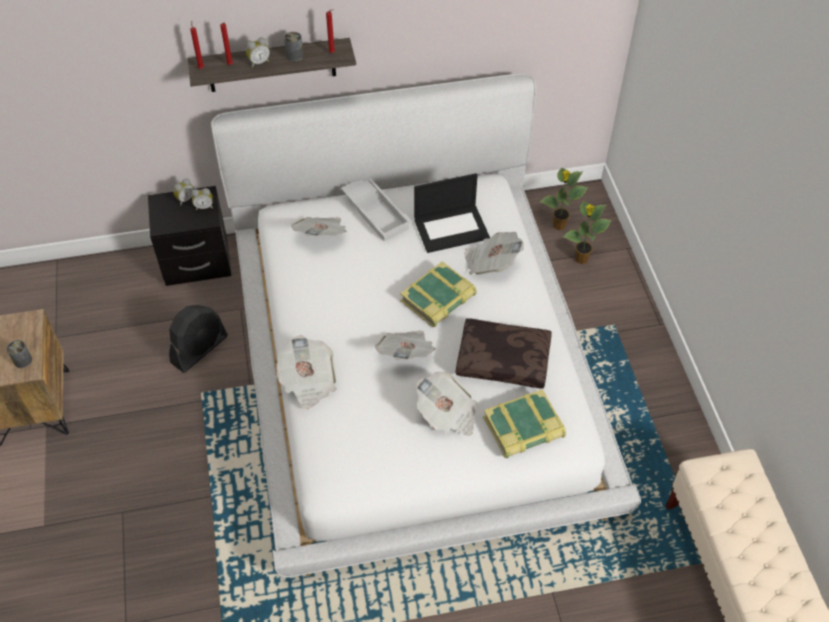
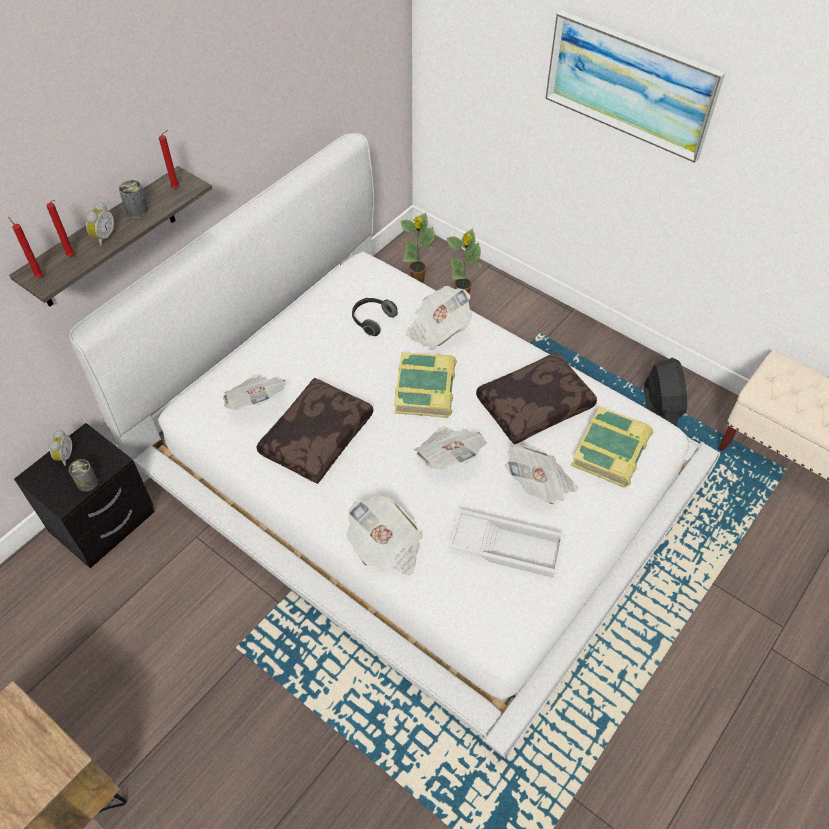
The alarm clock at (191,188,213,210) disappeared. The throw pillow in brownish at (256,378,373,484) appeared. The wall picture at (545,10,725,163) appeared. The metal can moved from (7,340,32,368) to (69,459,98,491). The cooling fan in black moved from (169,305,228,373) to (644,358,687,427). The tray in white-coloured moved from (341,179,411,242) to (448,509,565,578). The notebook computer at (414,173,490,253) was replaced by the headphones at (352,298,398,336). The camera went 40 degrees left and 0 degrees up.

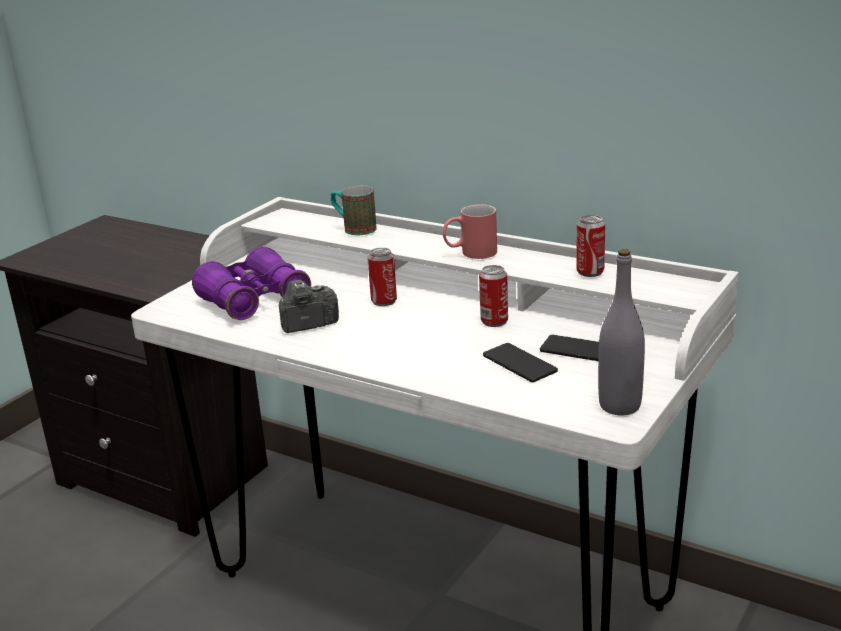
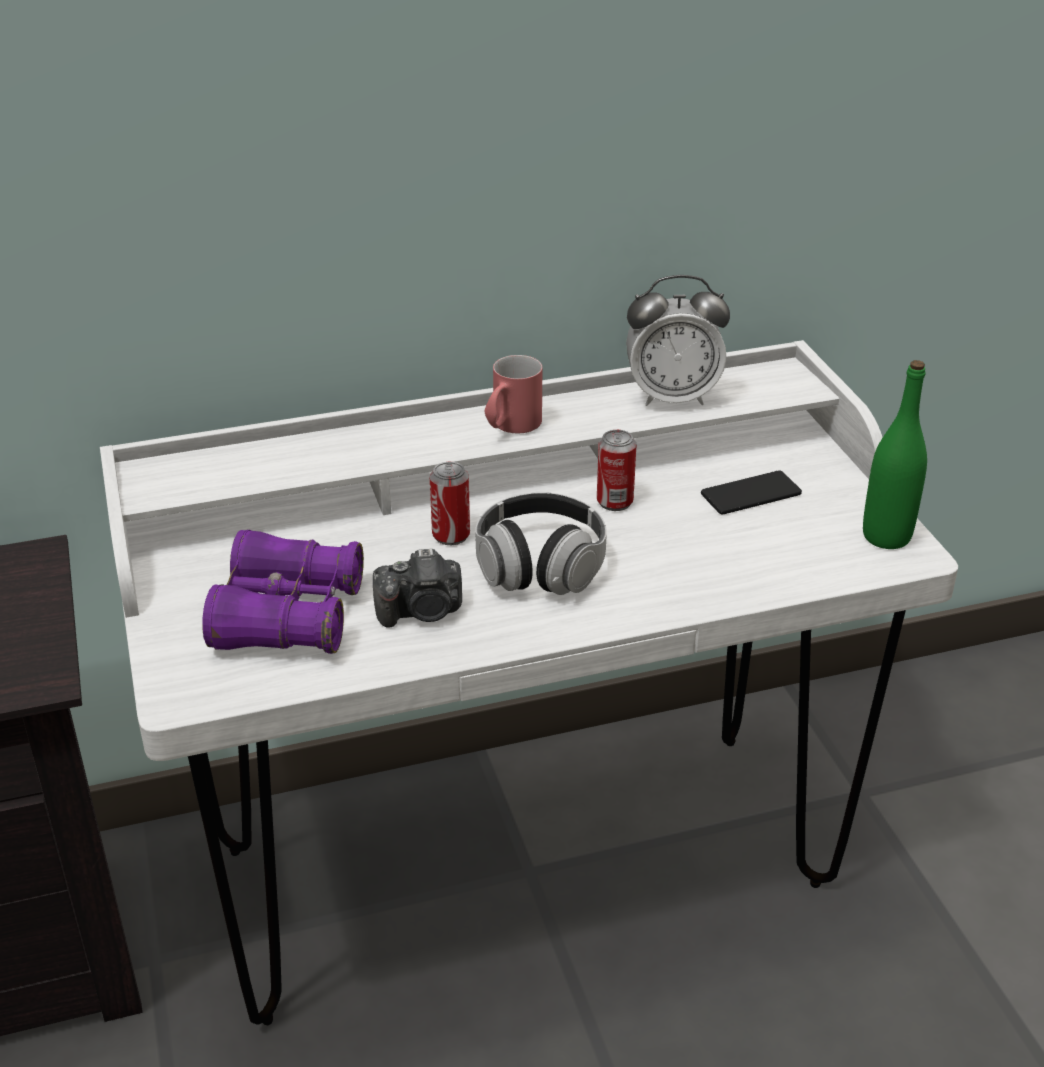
The mug at (331,185,377,235) disappeared. The handset at (483,343,558,382) disappeared. The headphones at (475,492,607,595) appeared. The metal can at (576,215,605,277) was replaced by the alarm clock at (626,275,730,406). The beverage bottle in greyish at (598,249,645,415) became the beverage bottle in greenish at (863,360,927,549). The still camera at (279,280,339,333) turned 120 degrees counterclockwise. The camera went 50 degrees left and 10 degrees up.

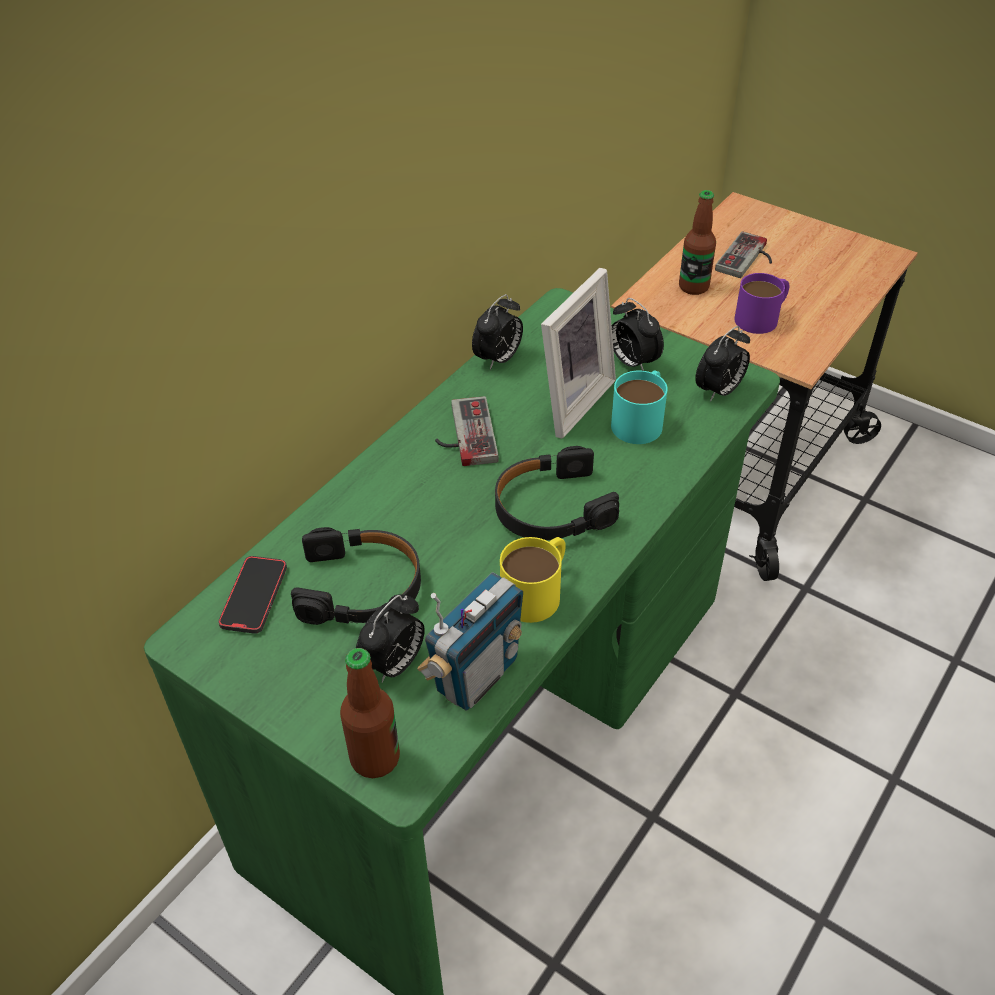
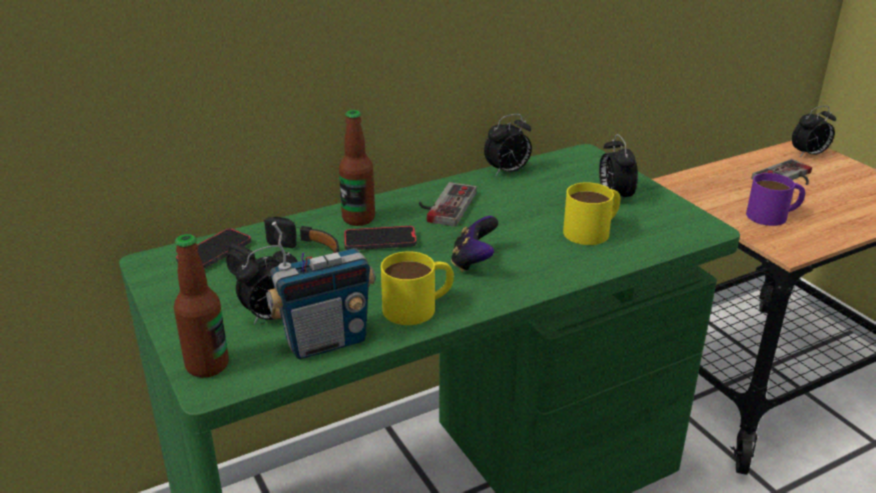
The standing frame at (541,268,616,439) disappeared. The handset at (344,226,417,250) appeared. The beverage bottle moved from (679,190,716,295) to (339,110,375,226). The alarm clock moved from (695,326,750,402) to (792,106,836,157). The headphones in black at (495,446,619,540) was replaced by the game controller at (451,216,498,272). The mug in turquoise at (611,371,668,444) became the mug in yellow at (563,182,621,245). The camera went 25 degrees right and 15 degrees down.

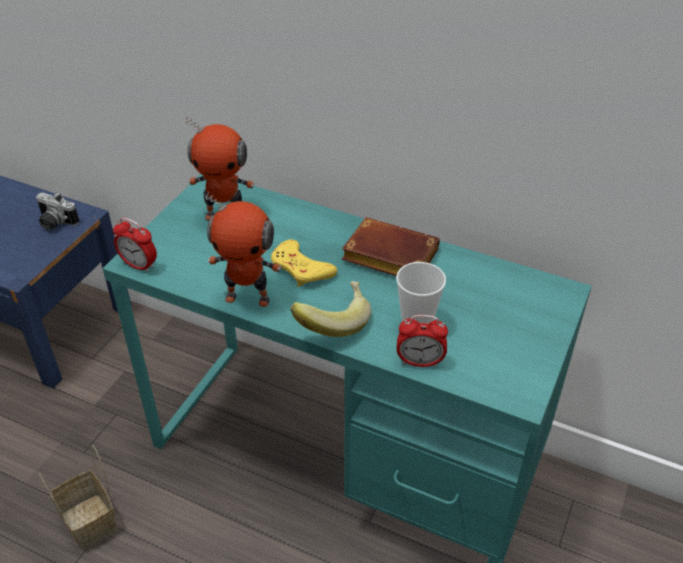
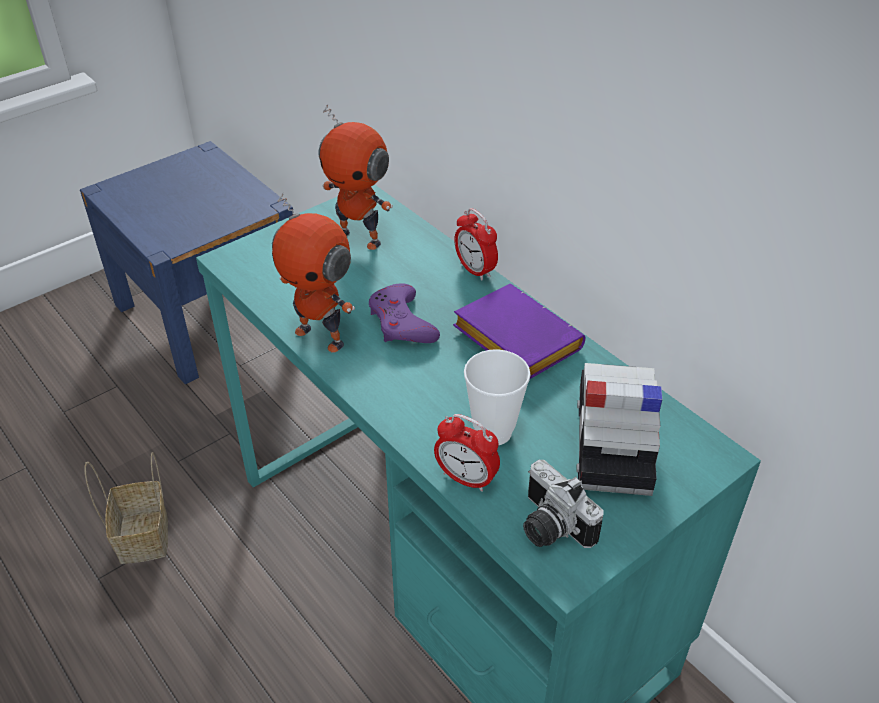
The banana fruit at (290,281,371,337) disappeared. The toy car at (576,363,662,496) appeared. The still camera moved from (36,192,79,230) to (523,460,603,548). The alarm clock moved from (113,218,157,273) to (454,208,498,281). The game controller in yellow at (271,240,337,287) became the game controller in purple at (369,283,440,343). The volume in brownish at (342,217,440,276) became the volume in purple at (453,284,586,379). The camera went 25 degrees right and 0 degrees up.

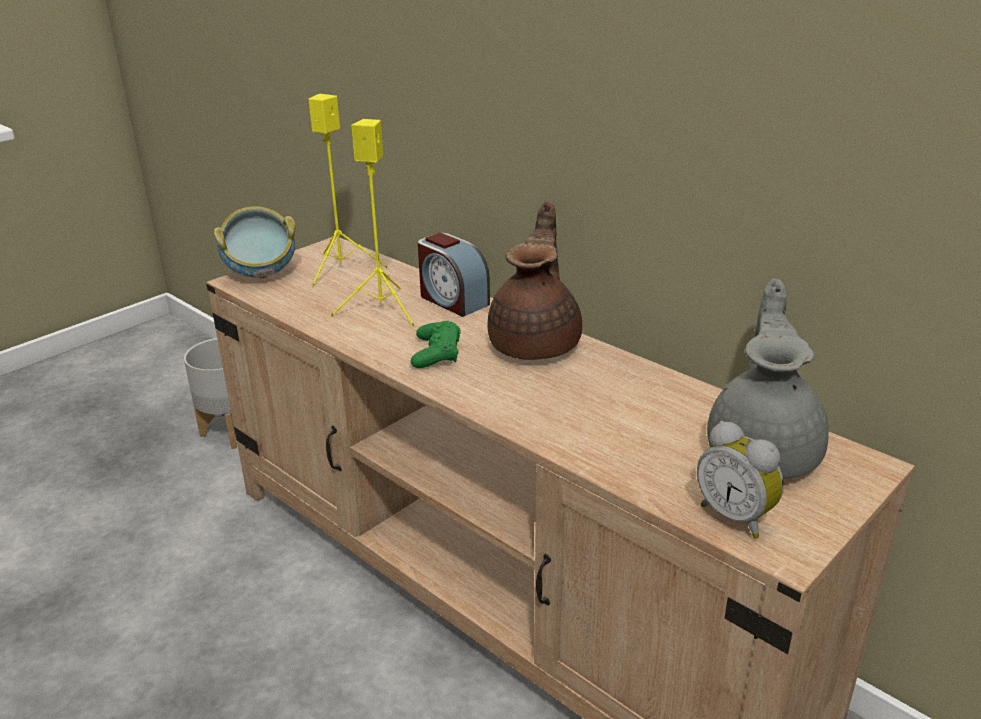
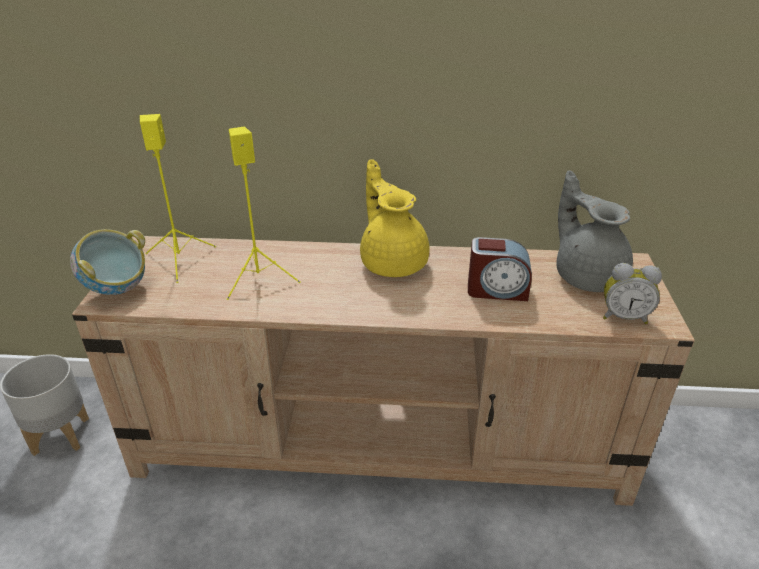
The game controller in greenish at (411,321,460,368) disappeared. The alarm clock moved from (418,233,490,317) to (468,237,532,301). The pot for tea in brownish at (488,201,582,360) became the pot for tea in yellow at (360,159,430,277). The camera went 40 degrees left and 5 degrees up.

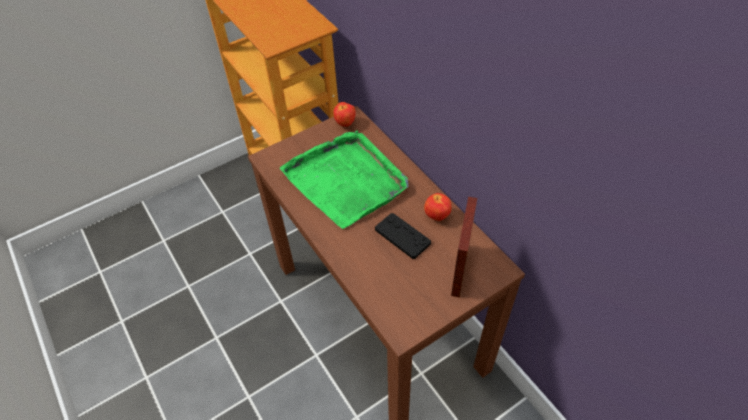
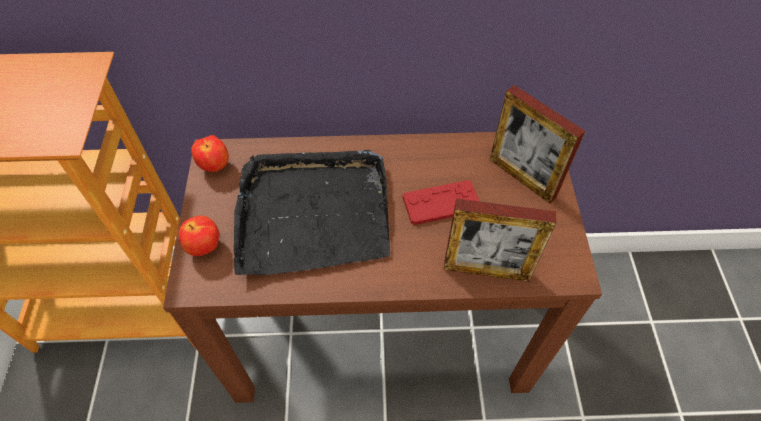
The standing frame at (444,199,556,282) appeared. The apple fruit moved from (424,193,451,221) to (179,216,219,256). The tray in greenish at (280,131,408,229) became the tray in black at (234,150,390,275). The game controller in black at (375,213,431,259) became the game controller in reddish at (403,180,479,225). The camera went 60 degrees left and 5 degrees up.

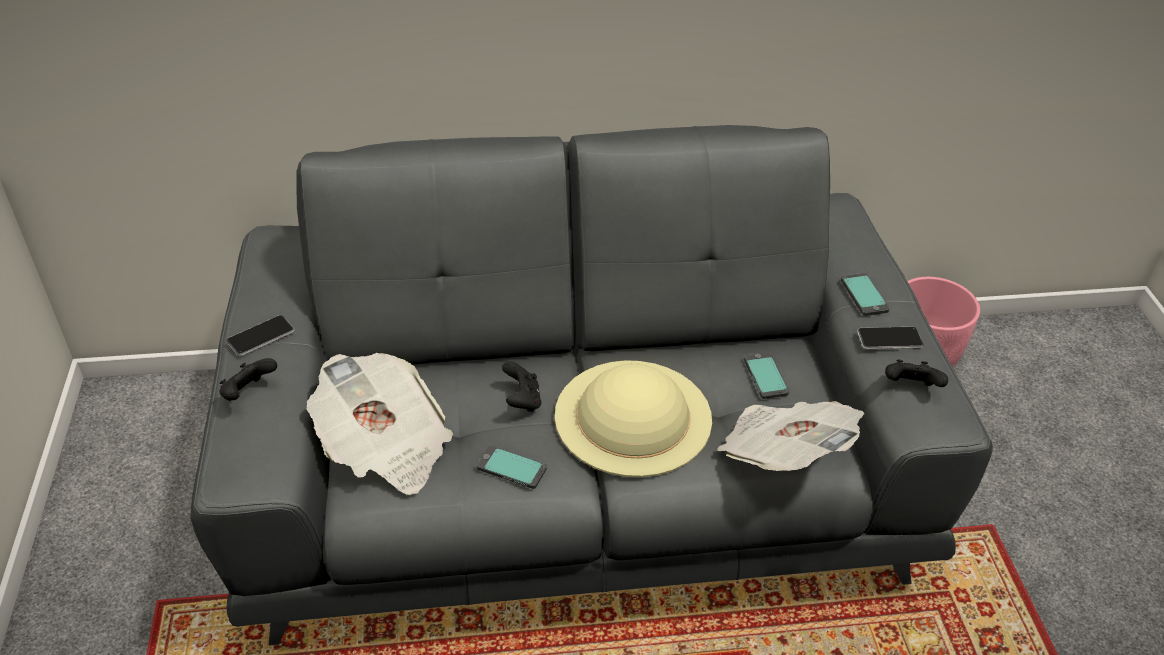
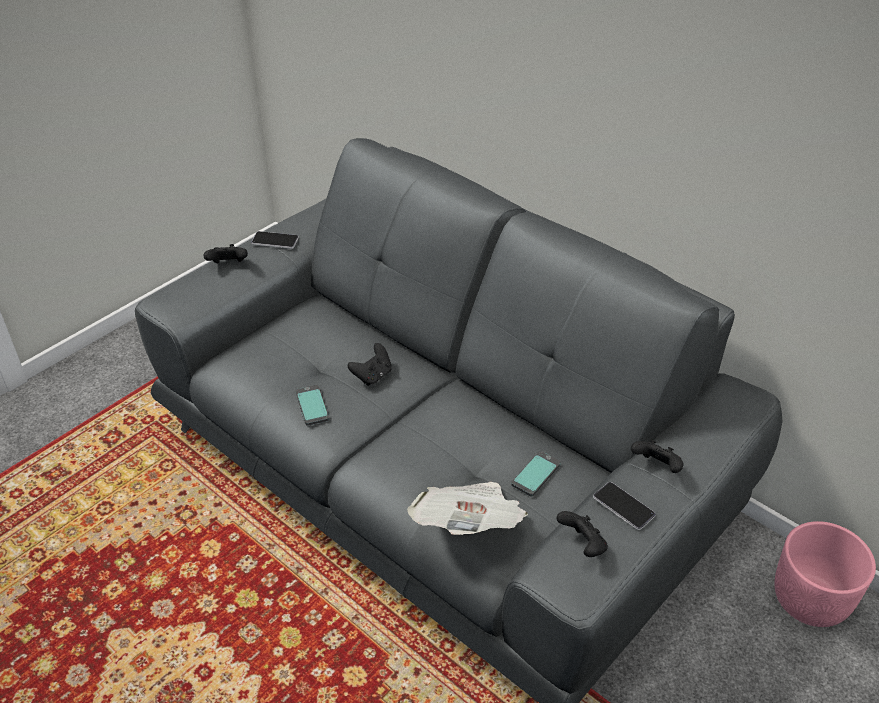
The daily paper at (307,353,453,495) disappeared. The clothing hat in sand-coloured at (555,360,712,477) disappeared. The handset at (841,273,890,316) was replaced by the game controller in black at (631,440,684,473). The camera went 50 degrees right and 0 degrees up.

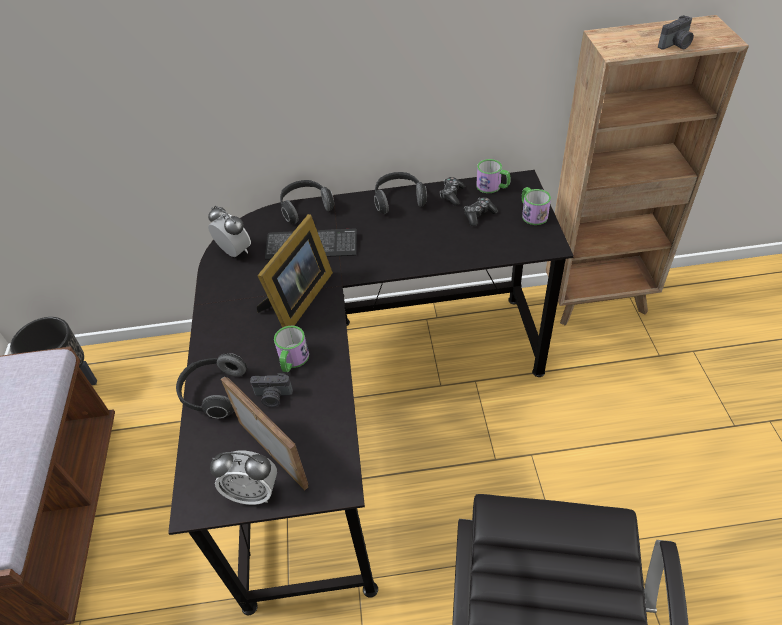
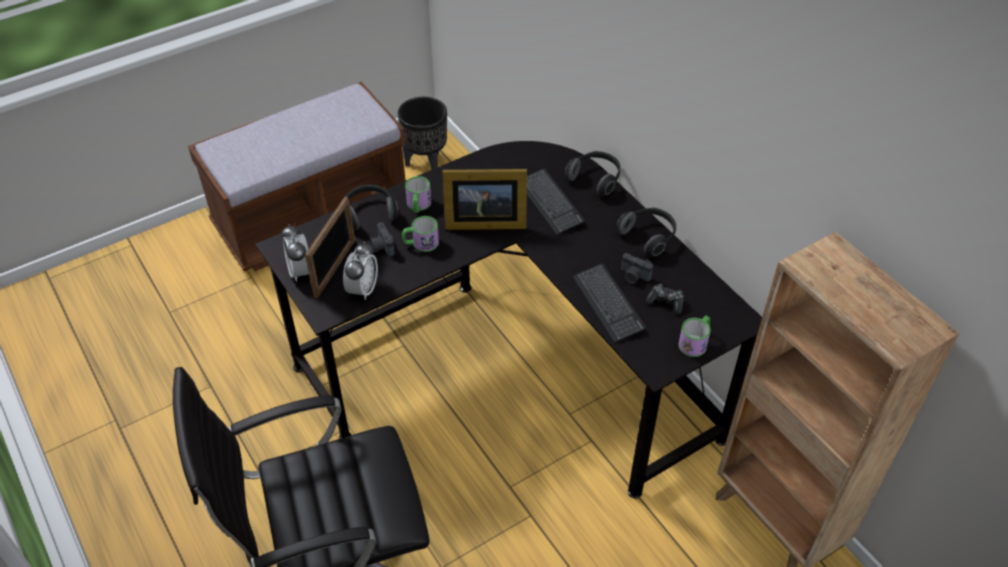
The game controller at (440,177,465,206) disappeared. The keyboard at (572,263,646,344) appeared. The alarm clock moved from (208,206,251,257) to (343,242,378,300). The mug moved from (477,159,510,193) to (405,176,431,213). The still camera moved from (658,15,694,50) to (621,253,653,284). The camera went 60 degrees right and 0 degrees up.

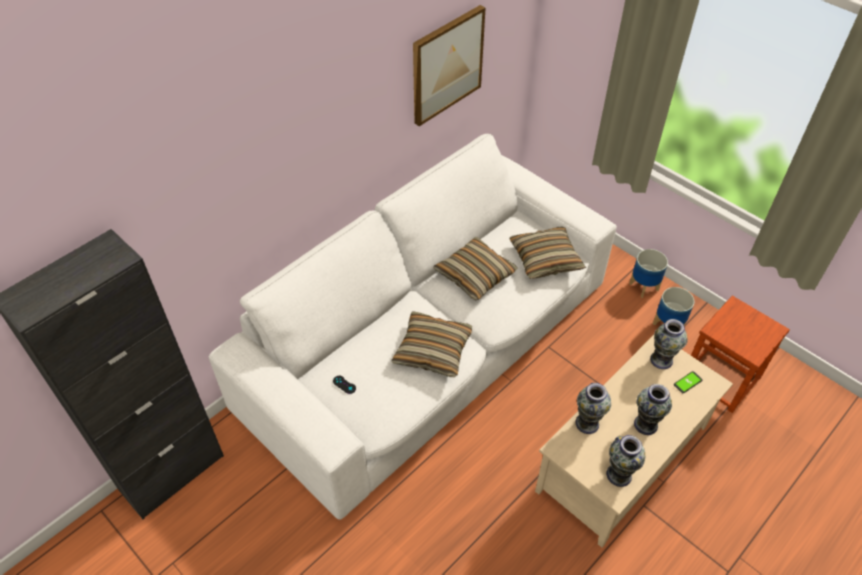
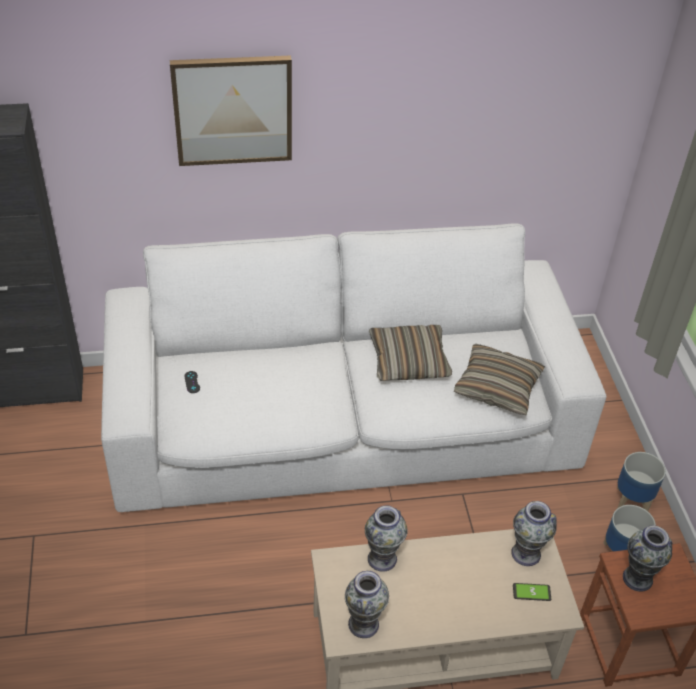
The throw pillow at (391,311,472,377) disappeared. The wall picture moved from (413,5,486,126) to (170,55,292,166). The flower vase moved from (634,384,672,435) to (623,525,672,591). The camera went 35 degrees right and 5 degrees down.

